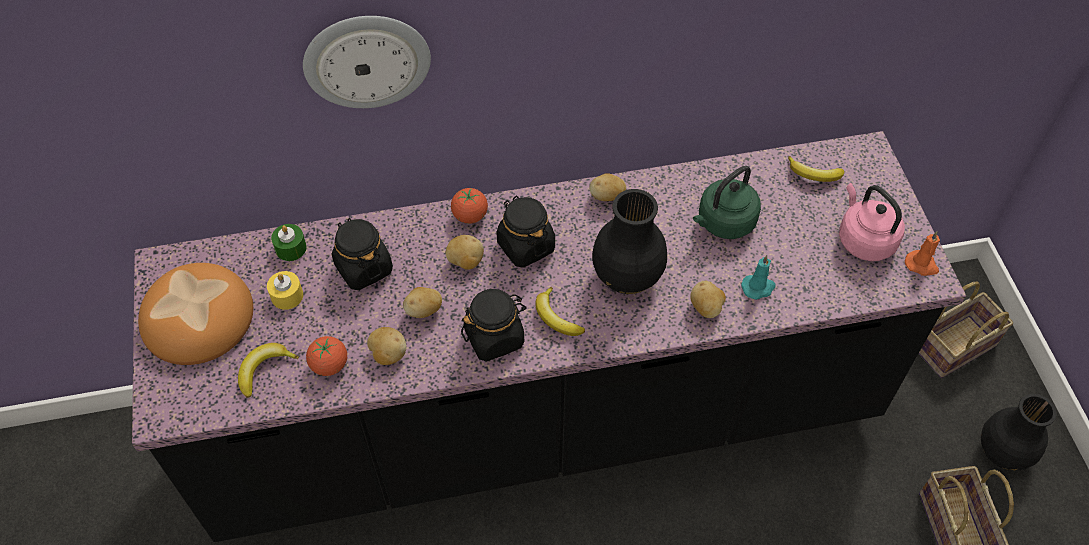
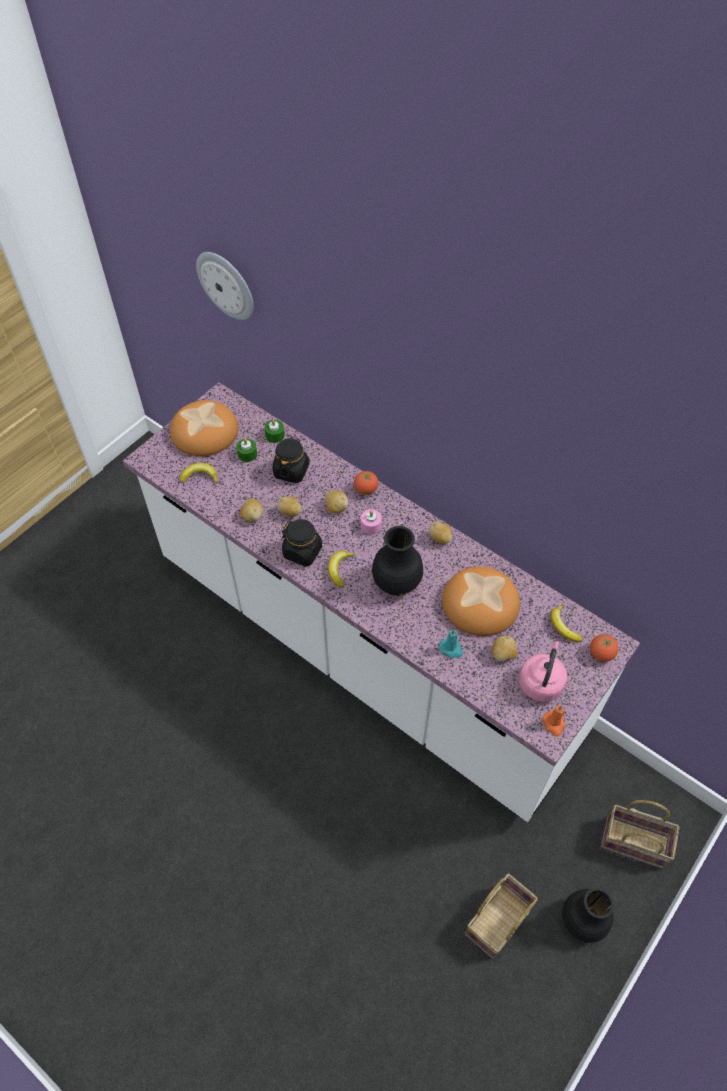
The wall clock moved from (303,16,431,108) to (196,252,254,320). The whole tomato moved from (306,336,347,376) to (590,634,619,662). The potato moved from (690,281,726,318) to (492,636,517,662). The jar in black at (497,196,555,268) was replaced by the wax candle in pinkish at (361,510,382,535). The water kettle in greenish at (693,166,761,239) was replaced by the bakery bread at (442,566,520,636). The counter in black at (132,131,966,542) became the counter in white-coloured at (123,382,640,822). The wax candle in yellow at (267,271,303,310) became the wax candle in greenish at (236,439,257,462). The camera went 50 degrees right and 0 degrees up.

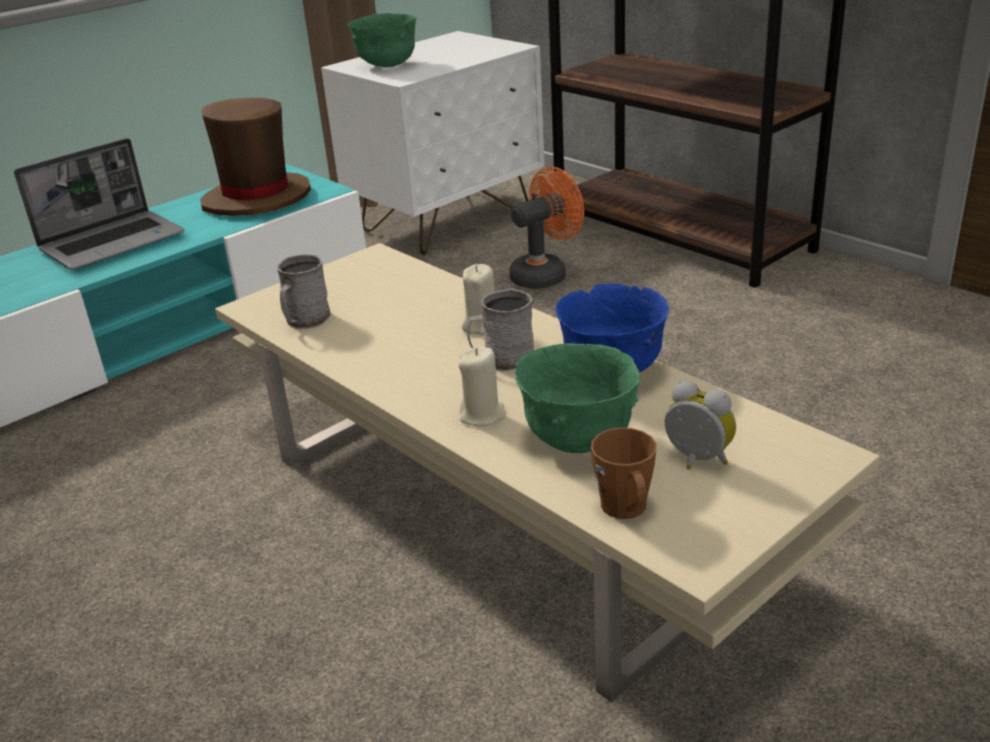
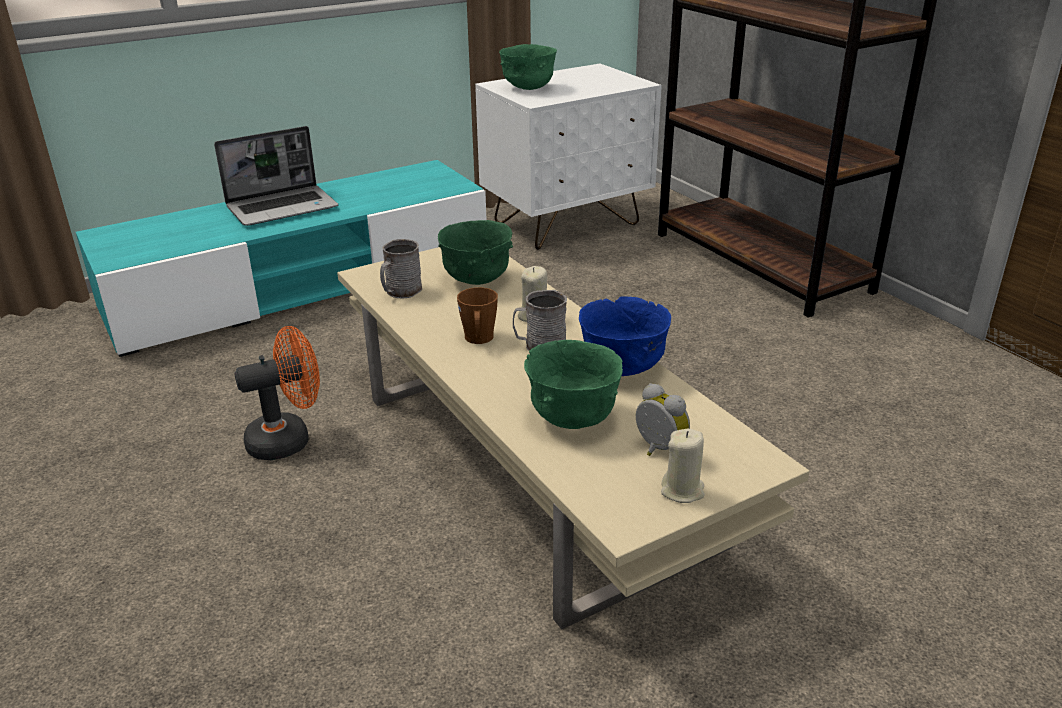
The clothing hat in brownish at (200,98,311,216) disappeared. The bowl in greenish at (438,220,513,285) appeared. The wax candle in sand-coloured moved from (459,347,505,426) to (661,429,705,503). The cooling fan in orange-coloured moved from (509,167,584,289) to (234,326,320,460). The mug in brownish moved from (591,428,657,519) to (457,287,498,344). The camera went 10 degrees right and 0 degrees up.

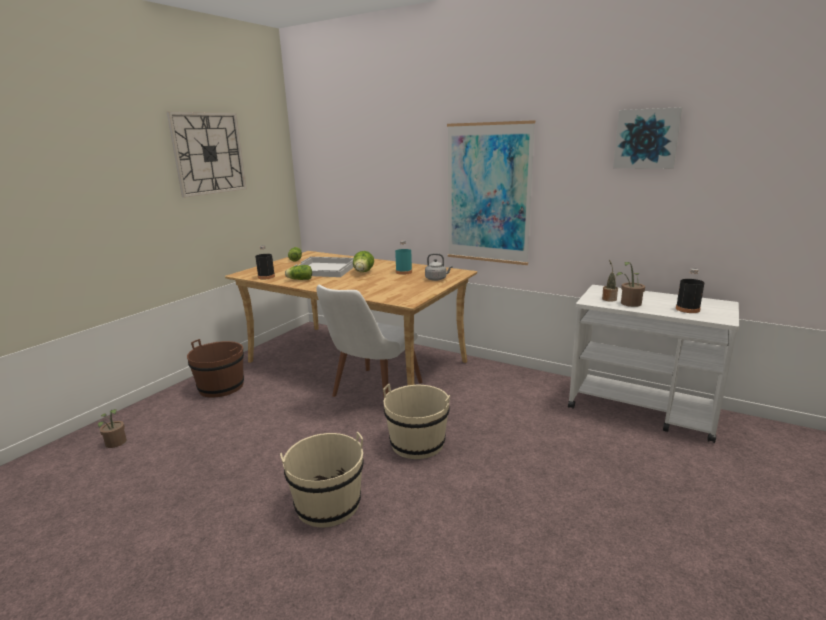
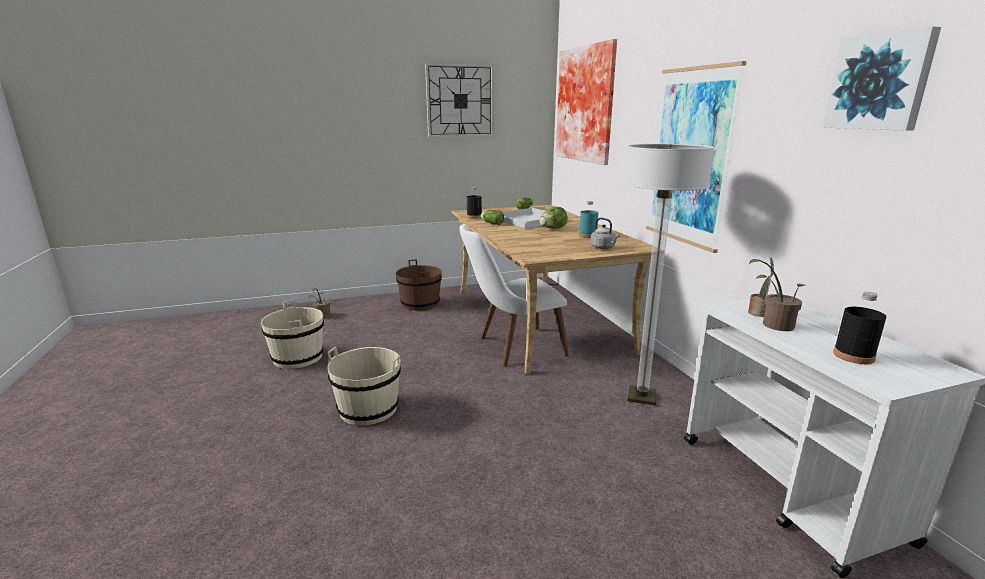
The wall picture at (556,39,617,165) appeared. The standing lamp at (625,144,714,406) appeared. The water bucket in sand-coloured moved from (383,384,450,459) to (261,300,324,369). The camera went 40 degrees right and 0 degrees up.

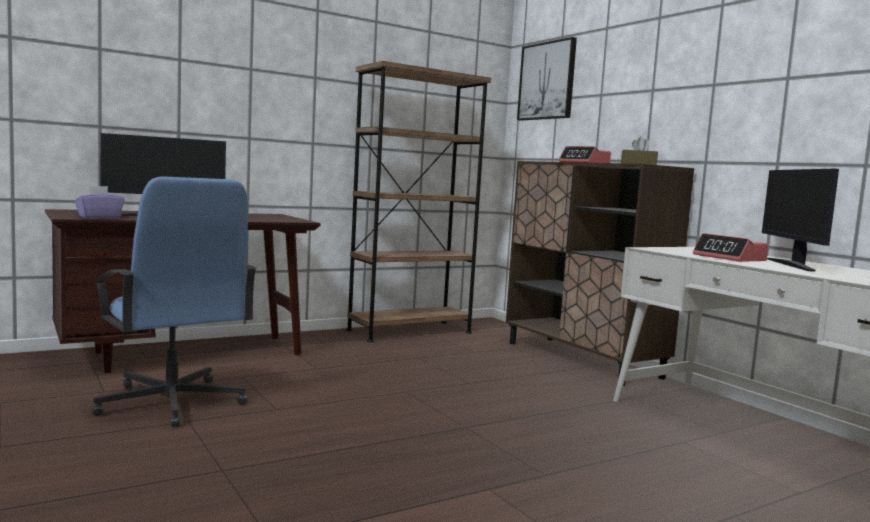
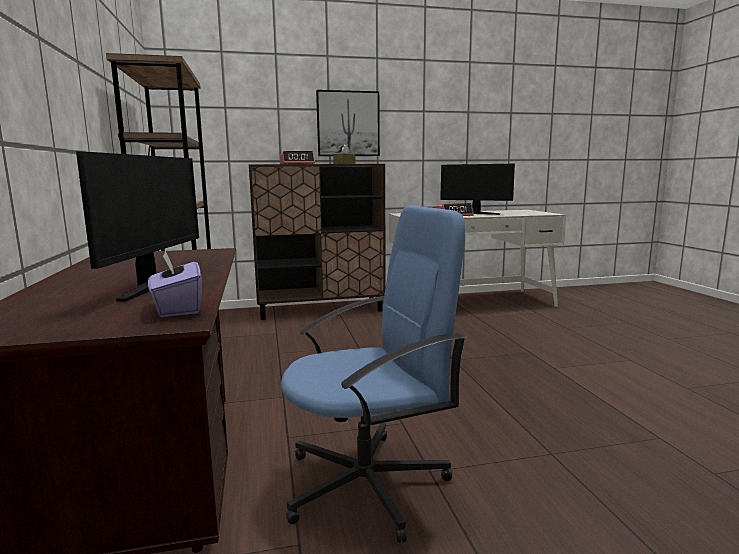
The wall picture moved from (517,37,577,121) to (316,90,380,156). The camera went 70 degrees left and 5 degrees up.

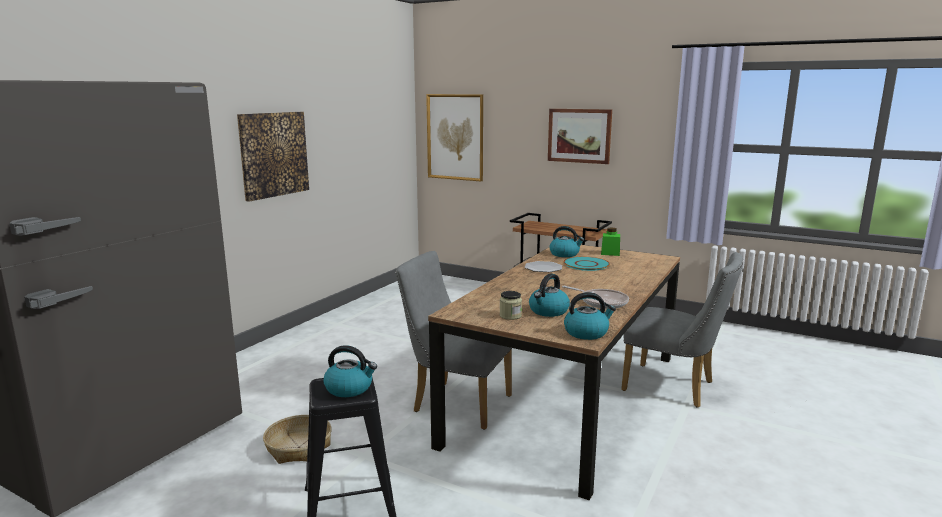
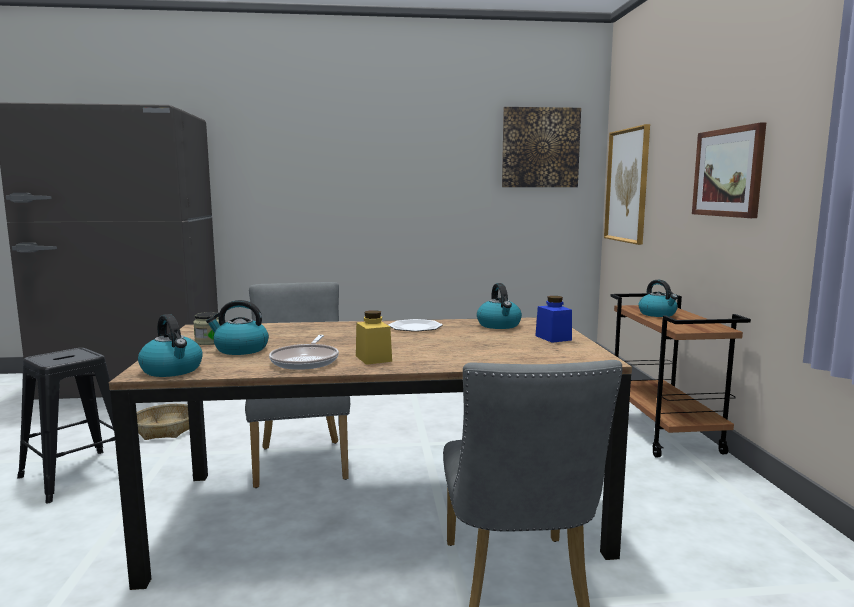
The plate in turquoise at (563,257,610,271) disappeared. The jar in yellow at (356,310,392,365) appeared. The wall picture moved from (237,112,309,202) to (502,107,581,187). The water kettle moved from (323,345,377,397) to (638,280,678,317). The jar in greenish at (601,228,620,256) became the jar in blue at (535,296,572,343). The camera went 55 degrees right and 5 degrees down.

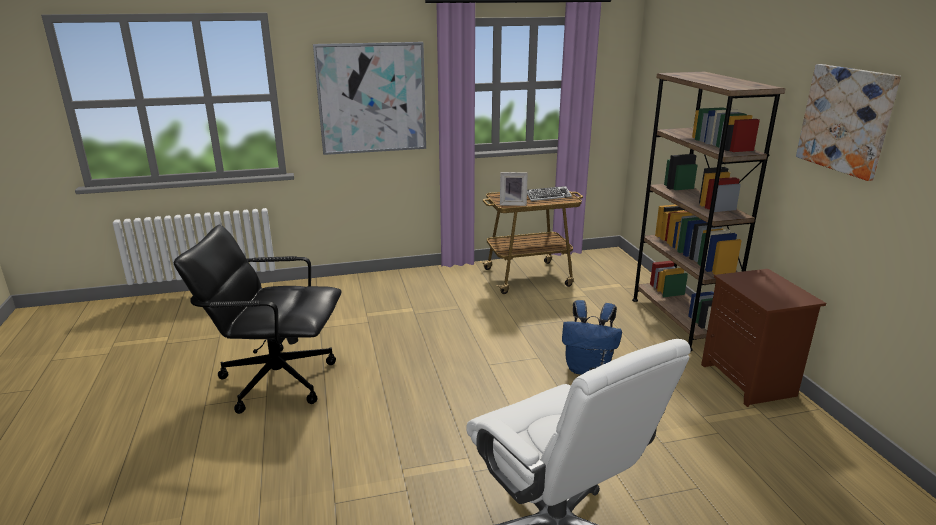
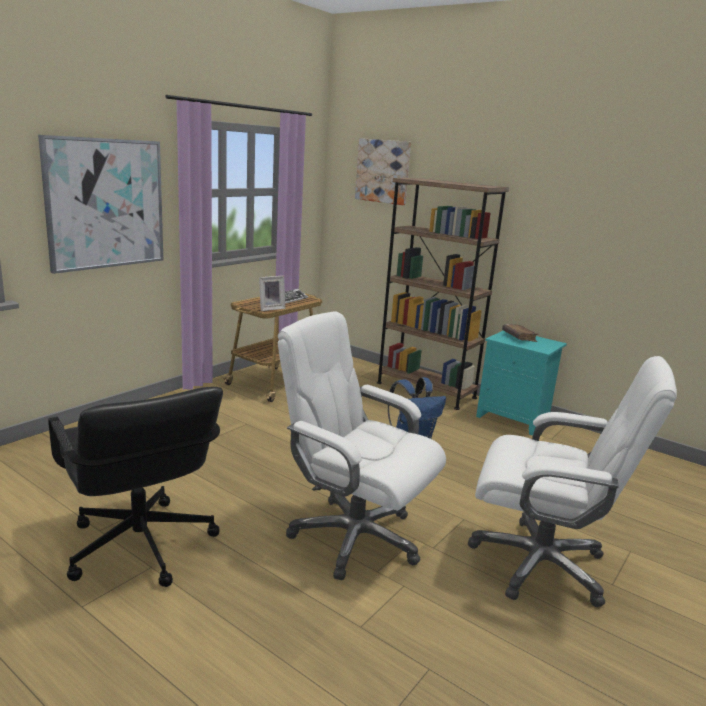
The computer chair in white-coloured at (278,311,446,580) appeared. The volume in brownish at (502,324,539,342) appeared. The wall picture moved from (796,64,901,181) to (355,138,411,205). The bedside table in brownish at (701,269,826,407) became the bedside table in turquoise at (476,331,567,436). The computer chair in black at (174,225,342,414) turned 90 degrees counterclockwise. The camera went 40 degrees left and 5 degrees down.

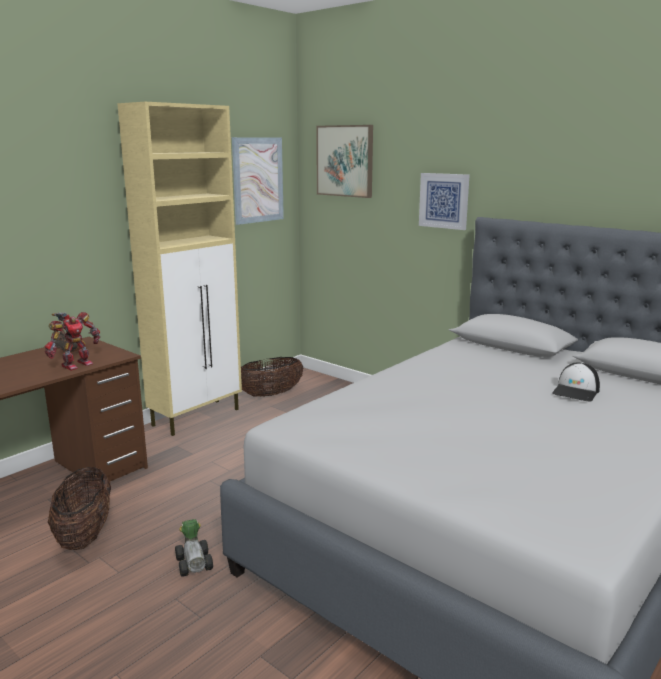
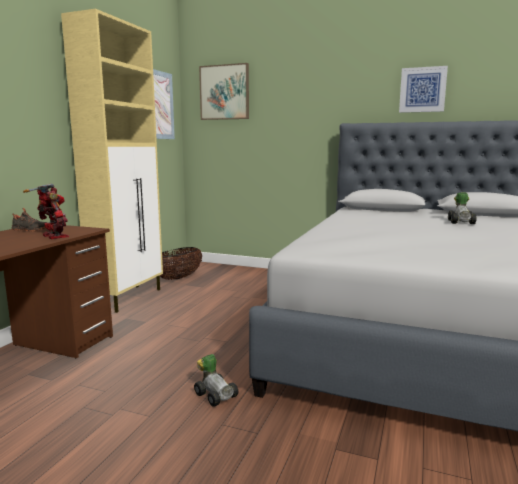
The household basket at (48,467,111,550) disappeared. The wall picture moved from (419,173,469,230) to (399,66,448,113). The baseball cap at (552,363,600,402) was replaced by the toy car at (448,192,477,224). The model robot at (44,312,100,371) turned 60 degrees counterclockwise. The camera went 20 degrees left and 5 degrees down.

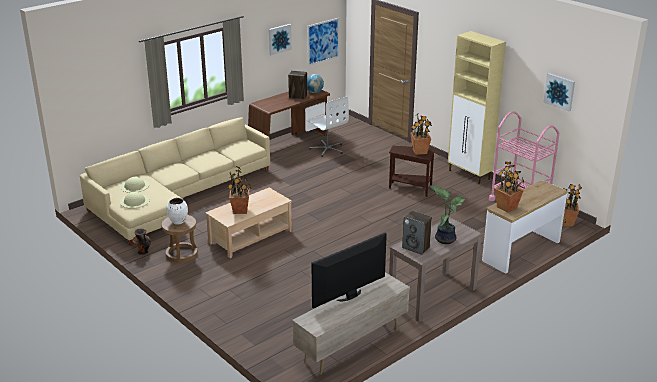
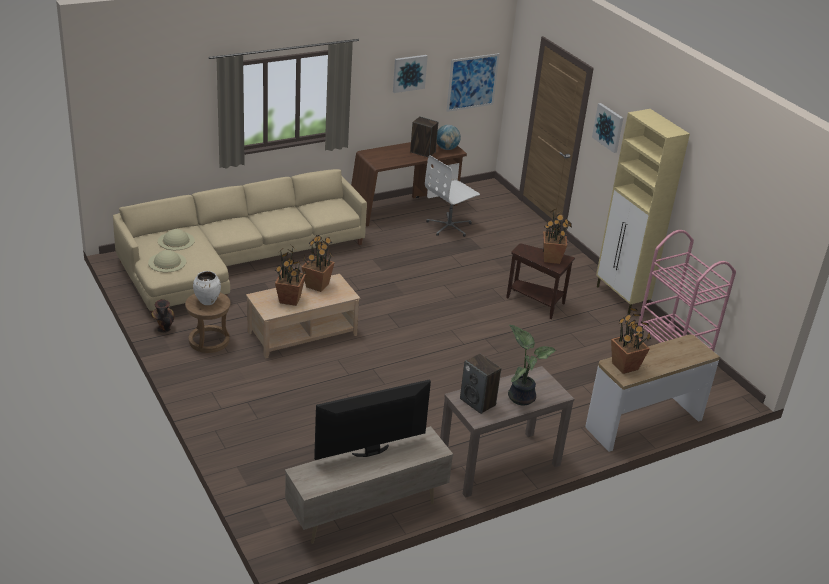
The wall picture moved from (543,73,575,111) to (592,103,623,153). The houseplant moved from (562,184,582,226) to (302,235,335,292). The computer chair in white-coloured at (308,96,349,157) turned 75 degrees clockwise. The camera went 10 degrees right and 5 degrees up.

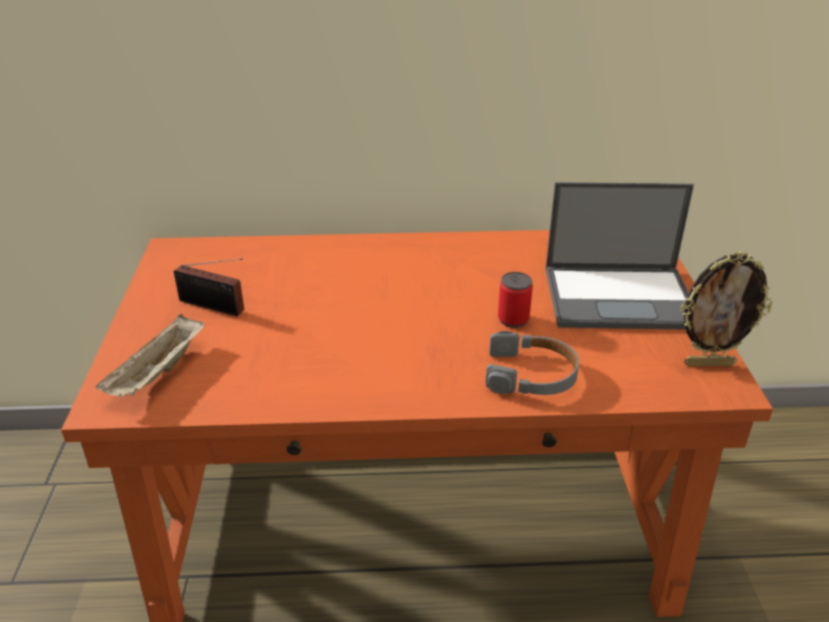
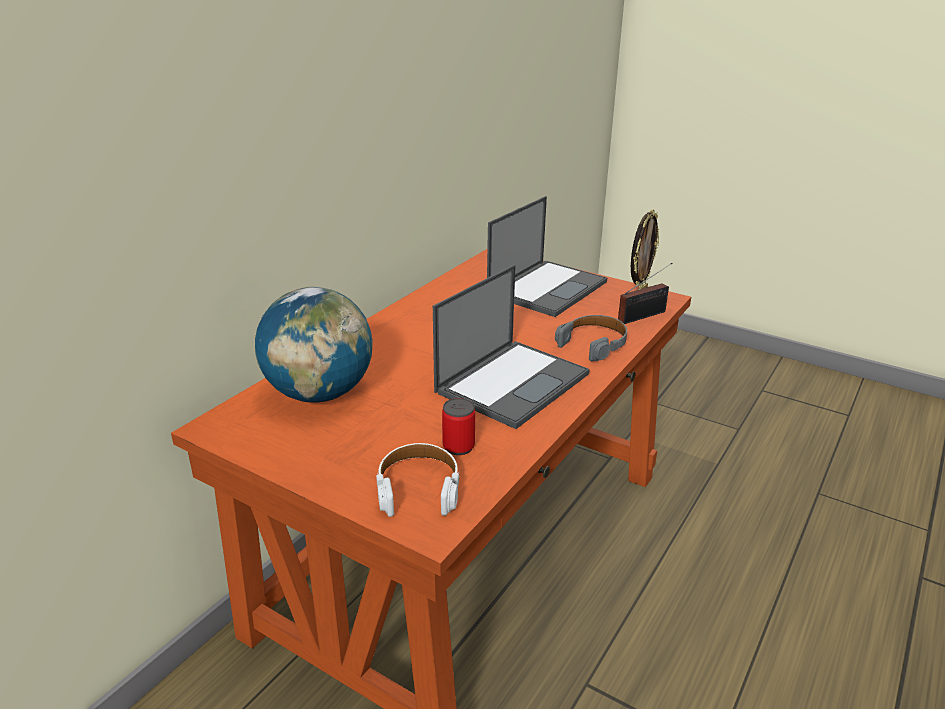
The desk globe at (255,287,373,403) appeared. The notebook computer at (433,265,590,429) appeared. The radio set moved from (174,259,244,316) to (618,263,673,324). The metal can moved from (498,272,533,328) to (442,398,475,455). The tray in sand-coloured at (96,314,204,397) was replaced by the headphones in white-coloured at (376,443,459,517). The camera went 55 degrees left and 5 degrees down.

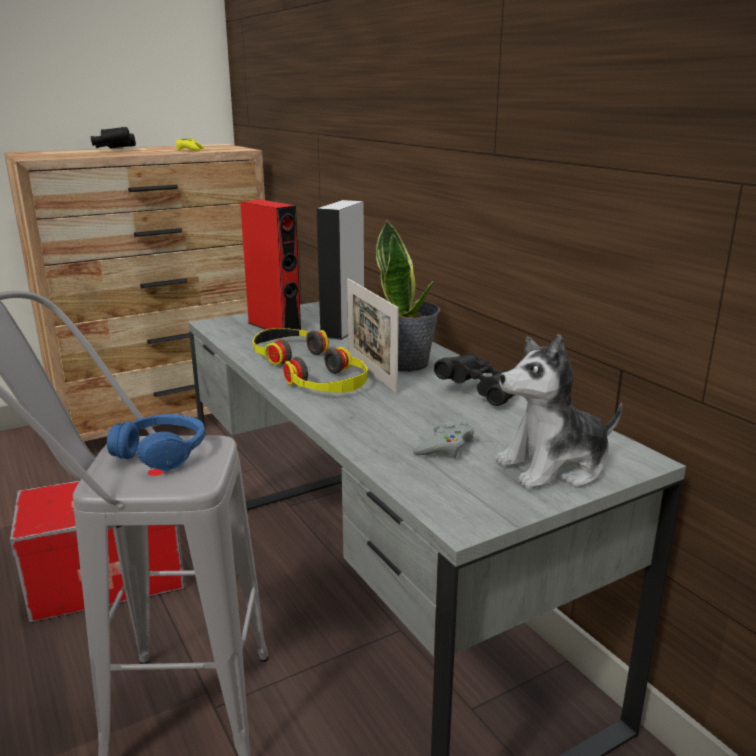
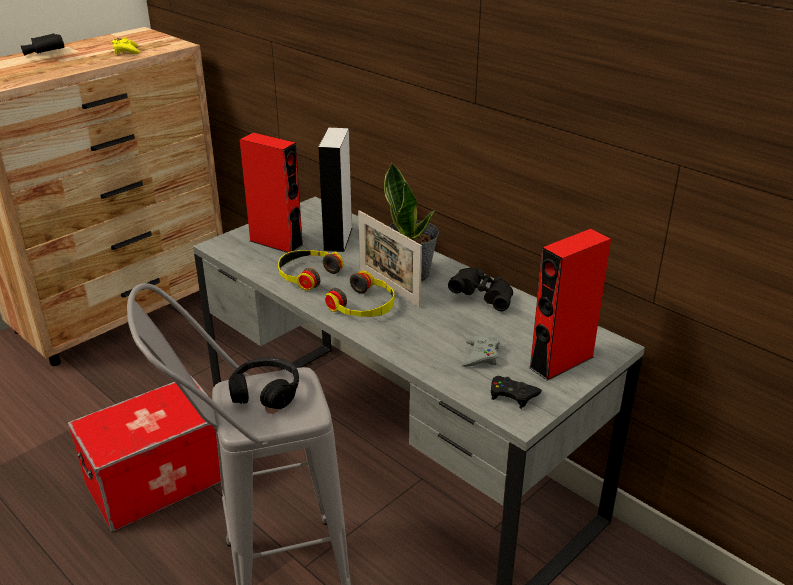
The game controller in black at (491,376,542,409) appeared. The plush toy at (495,334,623,489) was replaced by the loudspeaker in reddish at (528,229,611,381). The headphones in blue at (107,414,205,471) became the headphones in black at (228,357,299,409). The camera went 15 degrees left and 10 degrees up.

